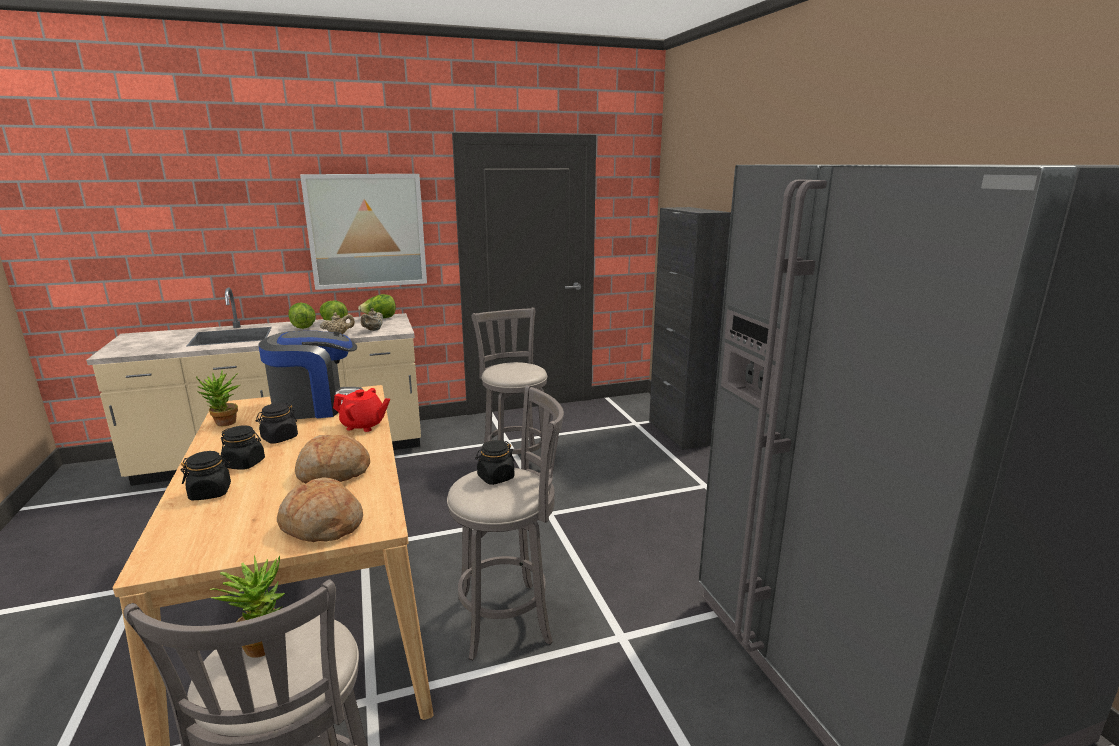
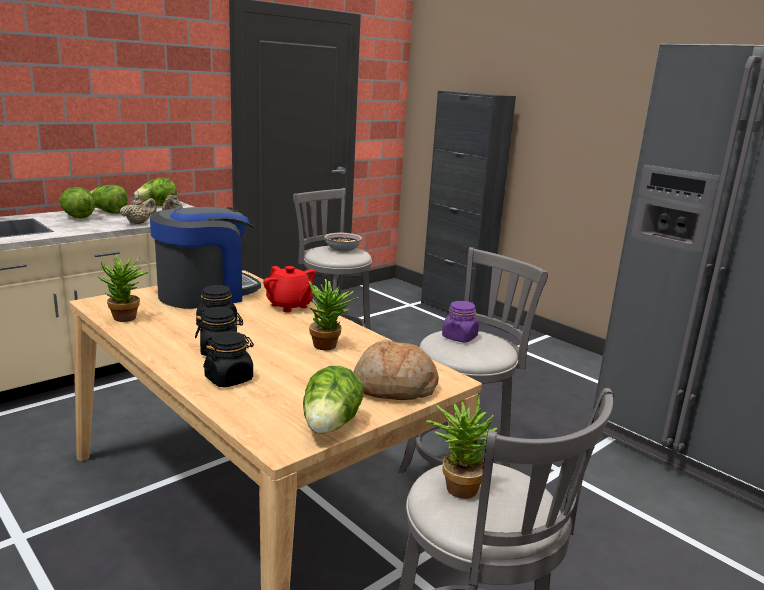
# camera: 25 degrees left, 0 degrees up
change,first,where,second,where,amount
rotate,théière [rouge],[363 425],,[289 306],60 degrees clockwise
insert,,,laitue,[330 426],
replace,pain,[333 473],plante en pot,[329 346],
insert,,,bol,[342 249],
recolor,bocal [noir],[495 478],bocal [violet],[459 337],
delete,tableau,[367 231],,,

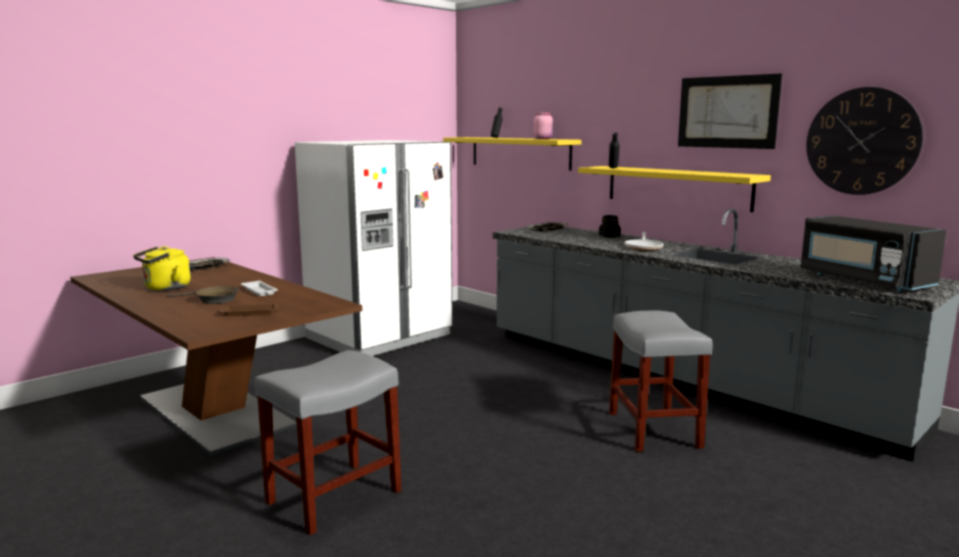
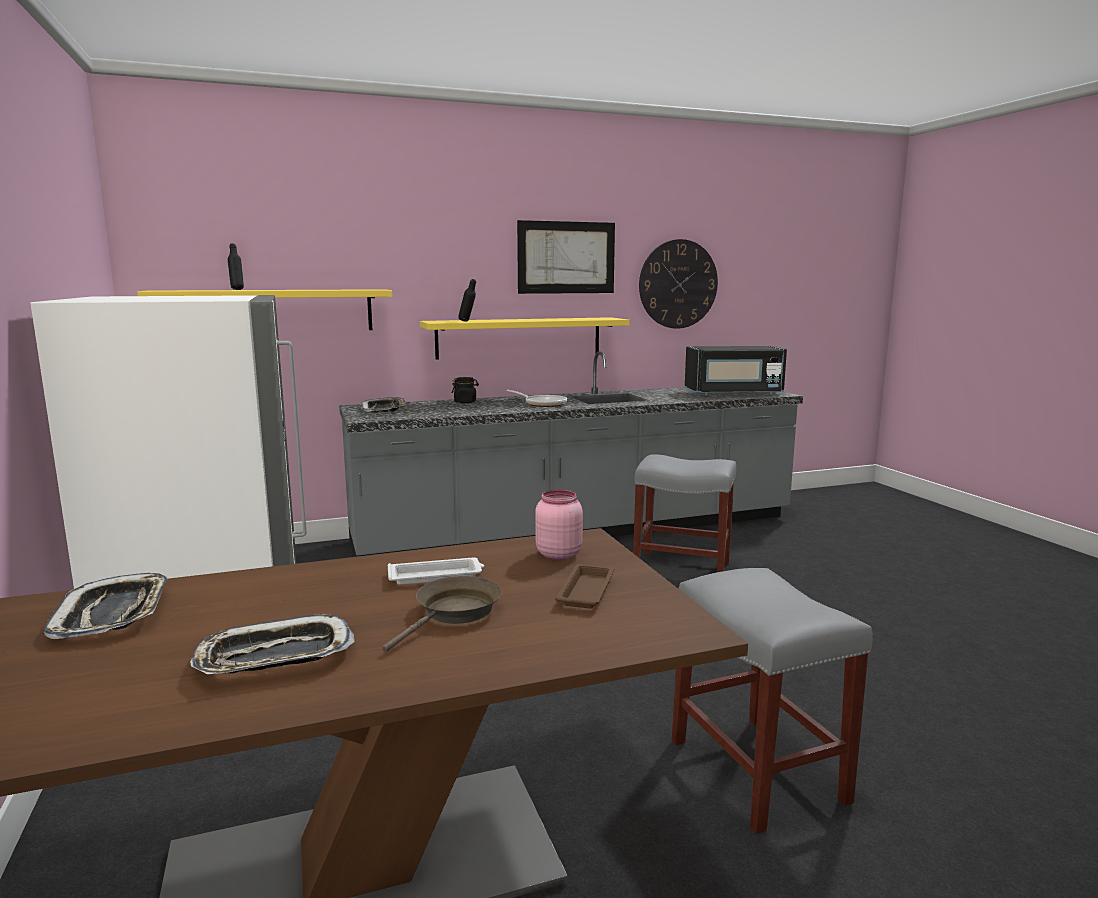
# camera: 65 degrees left, 0 degrees up
change,first,where,second,where,amount
replace,bouilloire [jaune],[165 288],plateau,[274 656],
move,bocal [rose],[543 138],,[558 554],

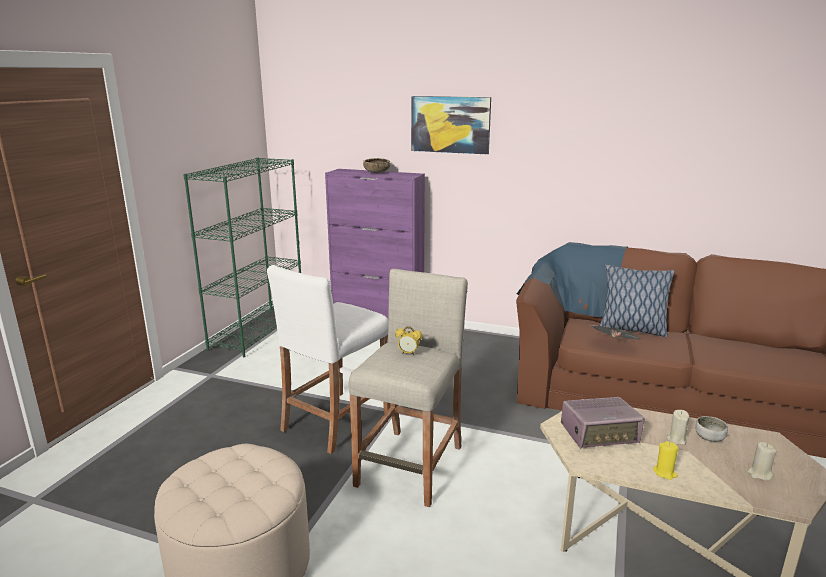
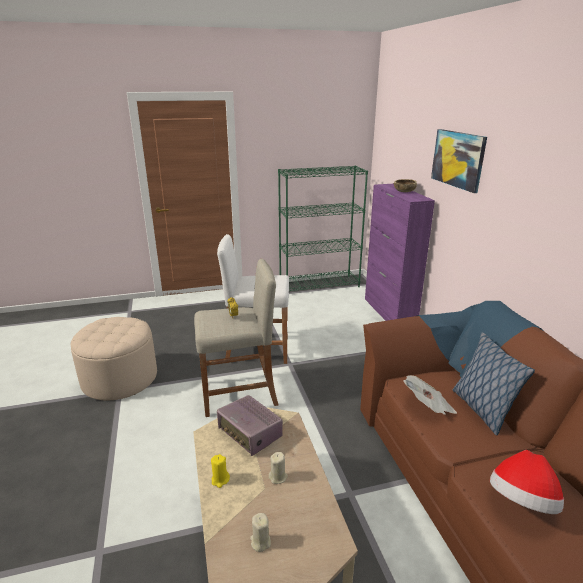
# camera: 55 degrees right, 5 degrees up
change,first,where,second,where,amount
insert,,,chapeau,[522 502],
delete,bol,[709 437],,,

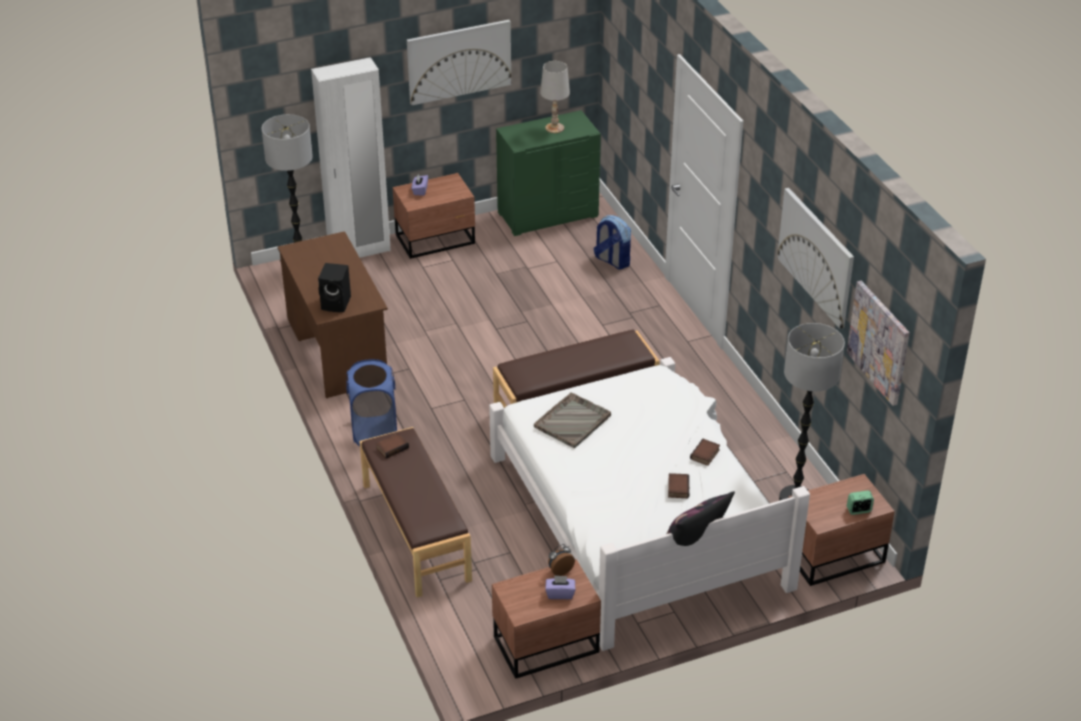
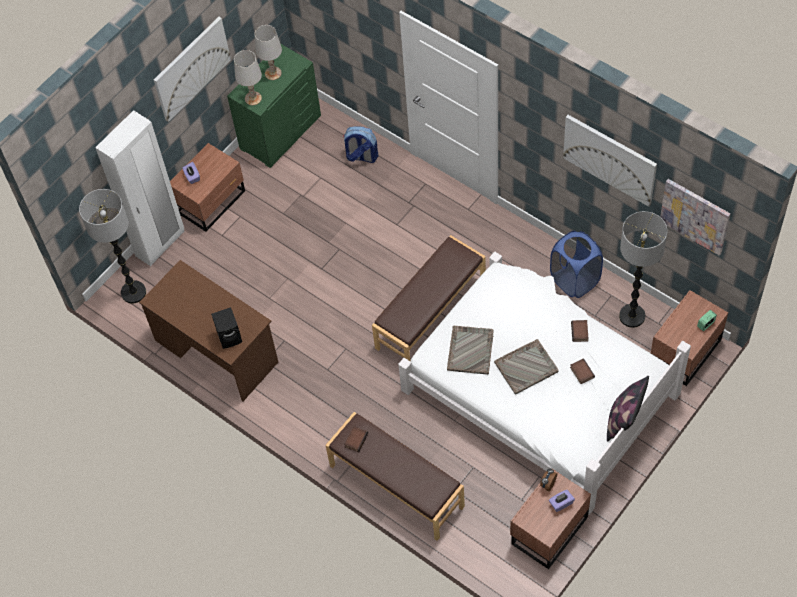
# camera: 25 degrees left, 20 degrees up
change,first,where,second,where,amount
insert,,,lampe de table [blanc],[253 98],
insert,,,plateau [gris],[526 367],
move,panier à linge [bleu],[374 433],,[574 280],

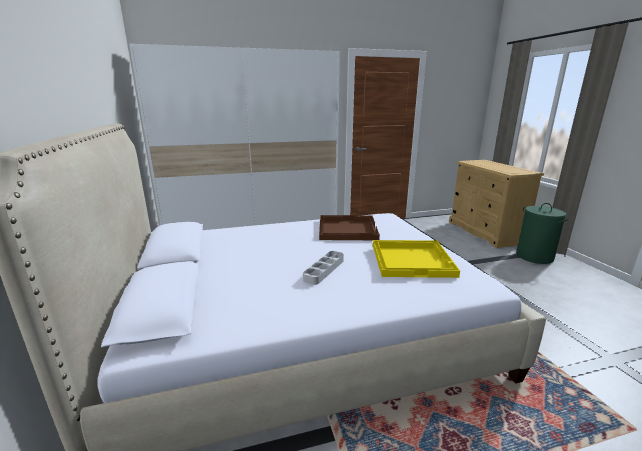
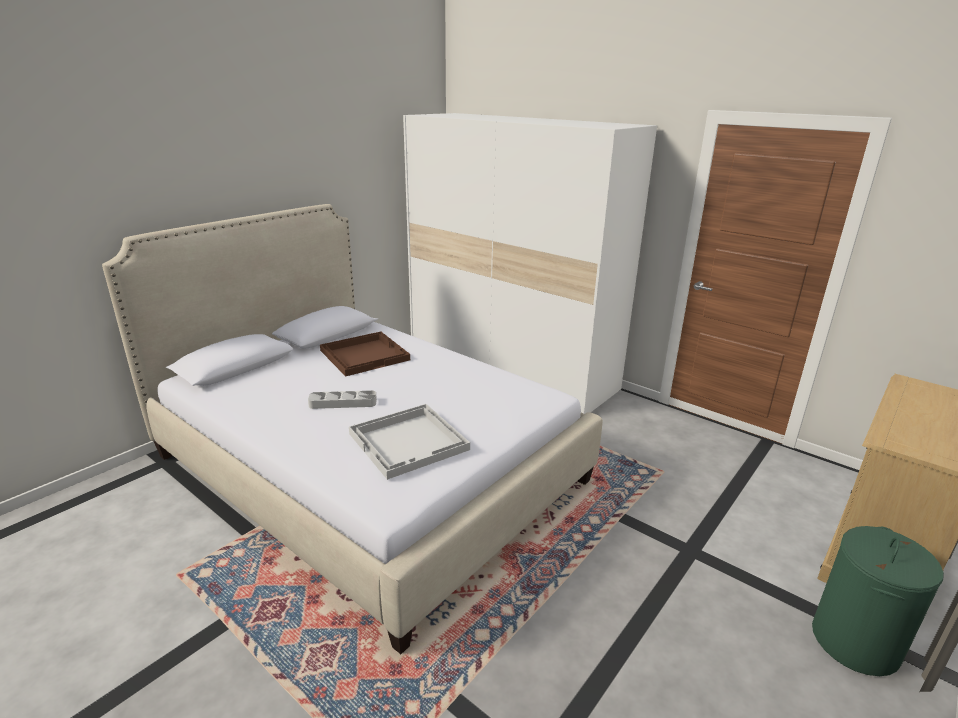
# camera: 55 degrees right, 5 degrees up
change,first,where,second,where,amount
move,plateau [marron],[347 229],,[365 354],
recolor,plateau [jaune],[412 259],plateau [blanc],[409 442],

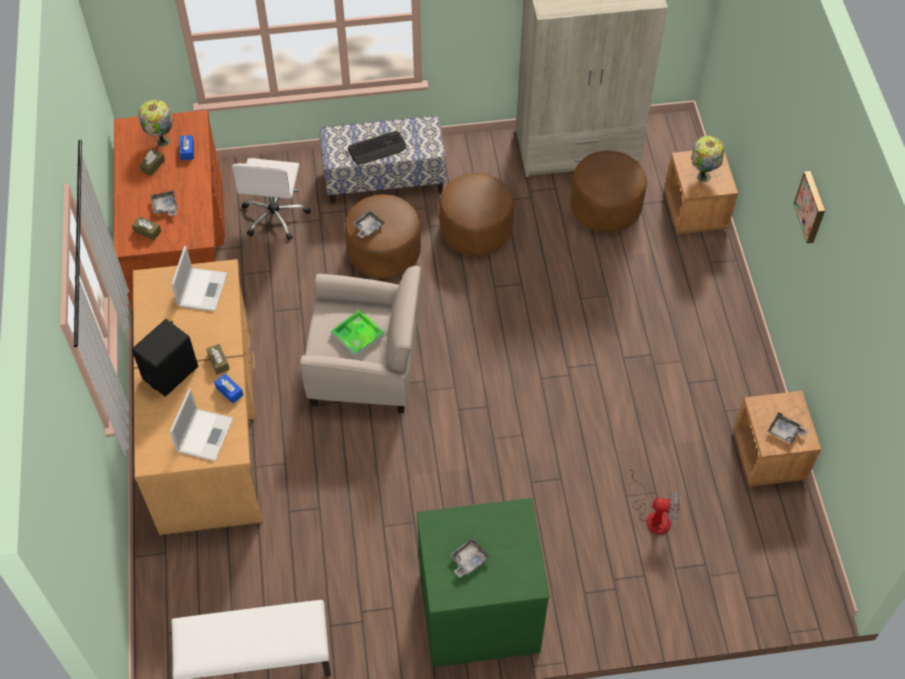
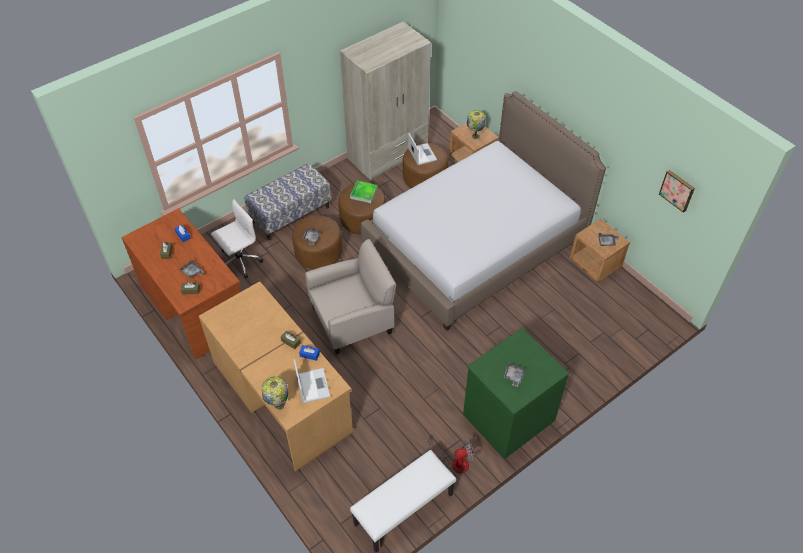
# camera: 30 degrees left, 5 degrees down
change,first,where,second,where,amount
rotate,chaise de bureau [blanc],[275 216],,[239 261],105 degrees counterclockwise
move,lampe de table,[162 141],,[278 404],
move,plateau,[357 335],,[364 193],
insert,,,lit,[475 244],
move,ordinateur portable,[202 289],,[422 154],
move,ventilateur,[653 515],,[454 462],
move,tableau,[811 207],,[677 190],
delete,enceinte [noir],[170 373],,,
delete,clavier,[377 148],,,

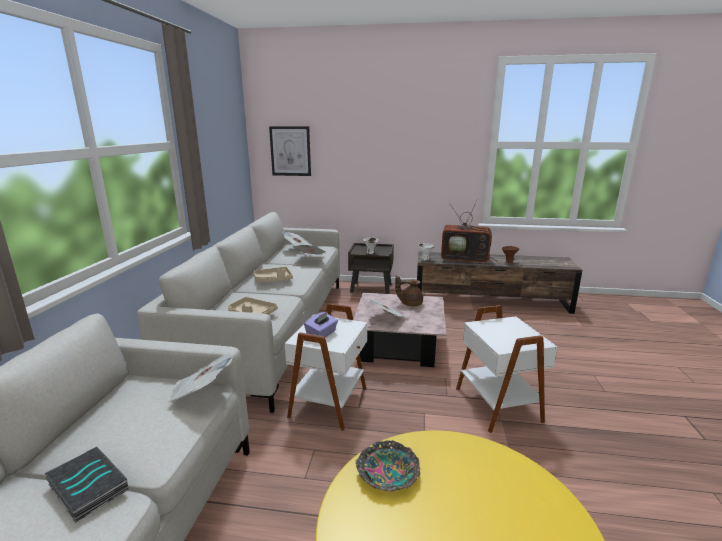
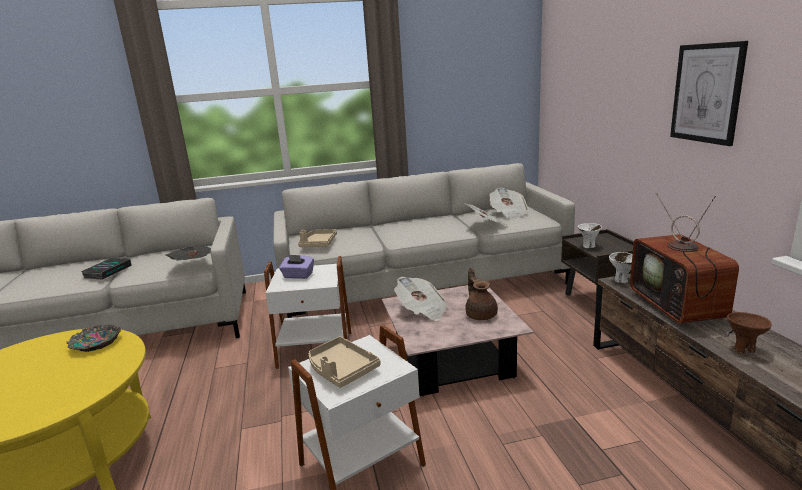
# camera: 70 degrees right, 0 degrees up
change,first,where,second,where,amount
move,plateau [beige],[273 280],,[341 370],
move,tableau,[290 151],,[707 93],

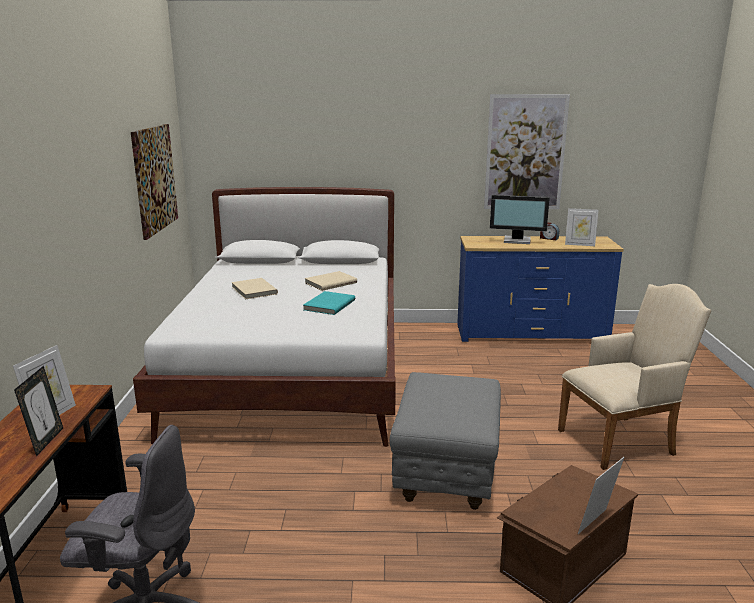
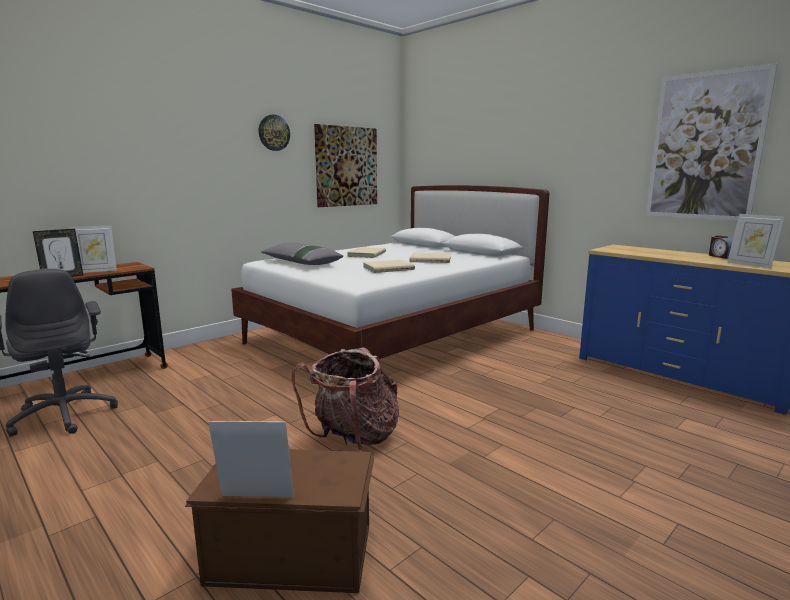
# camera: 45 degrees right, 5 degrees down
change,first,where,second,where,amount
insert,,,horloge murale,[274 132],
insert,,,coussin [gris],[301 262],
replace,pouf [gris],[447 475],sac à dos,[354 437],
recolor,livre [turquoise],[328 305],livre [beige],[388 268],
delete,écran d'ordinateur,[517 240],,,
delete,fauteuil [beige],[621 441],,,

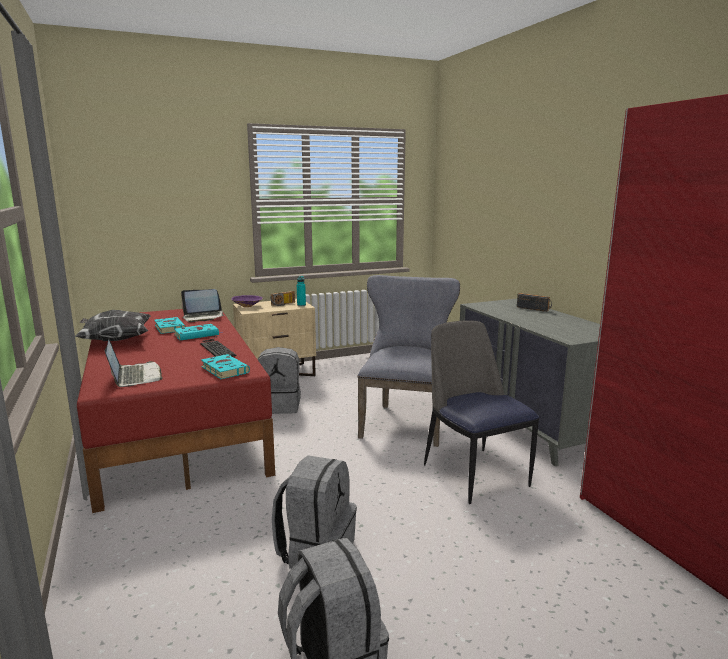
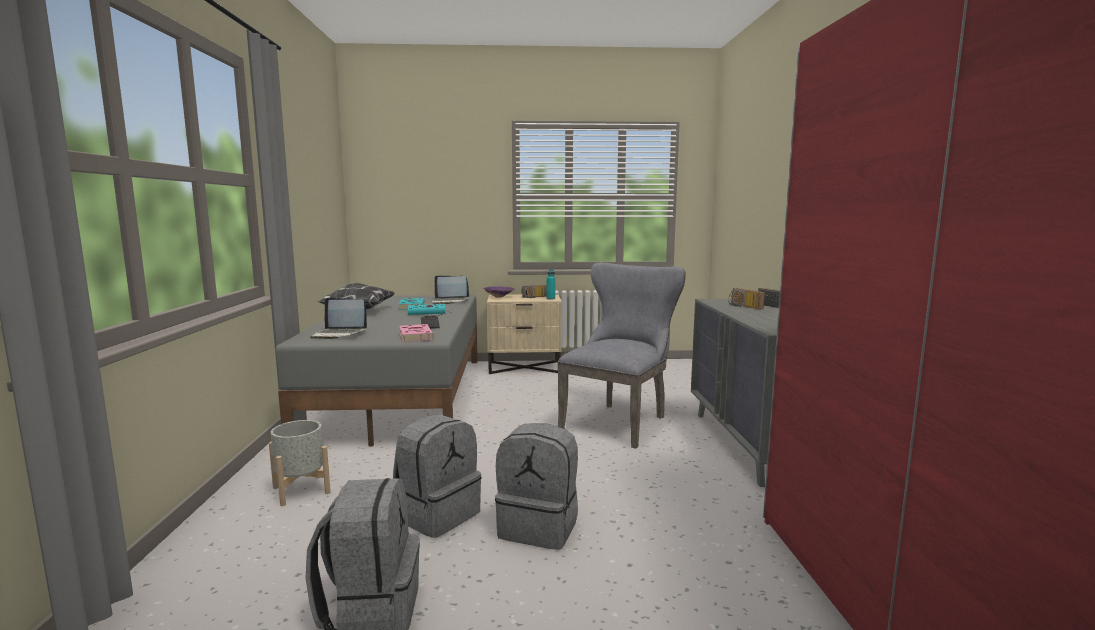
# camera: 20 degrees right, 5 degrees down
change,first,where,second,where,amount
insert,,,cache-pot [gris],[301 490],
recolor,lit [rouge],[177 423],lit [gris],[404 396],
rotate,ordinateur portable,[135 376],,[339 334],105 degrees clockwise
recolor,livre [turquoise],[224 369],livre [rose],[415 336],
move,sac à dos [gris],[280 406],,[539 527],
insert,,,radio,[743 306],
delete,chaise,[474 473],,,

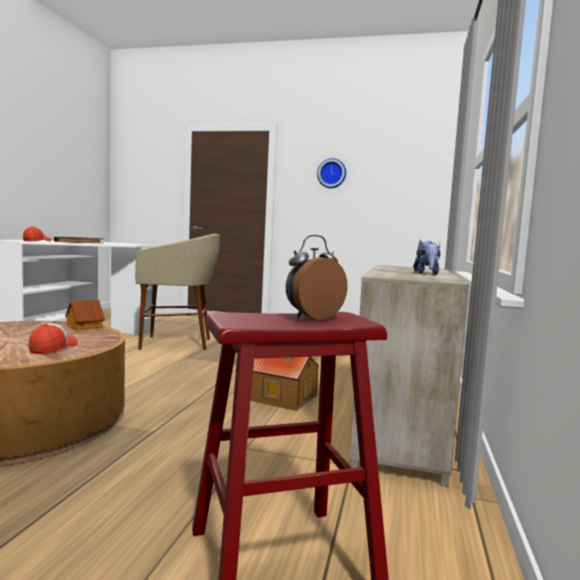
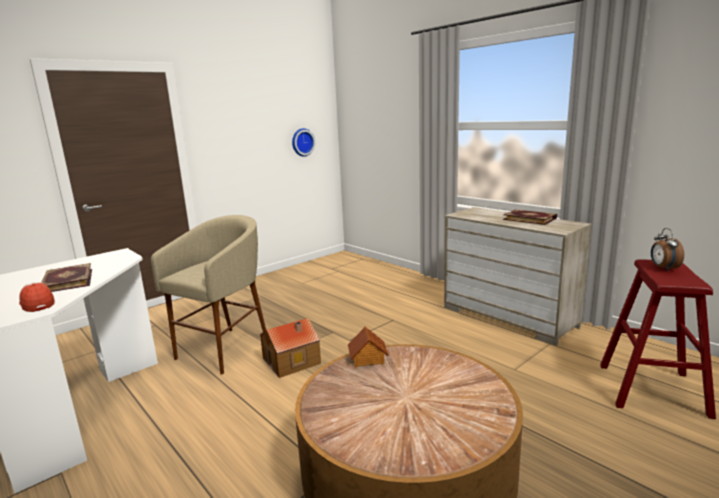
# camera: 55 degrees left, 10 degrees up
change,first,where,second,where,amount
move,maison miniature,[283 398],,[292 361],
move,horloge murale,[332 173],,[302 142],
replace,peluche,[427 274],livre,[530 219],
delete,casquette,[53 348],,,

